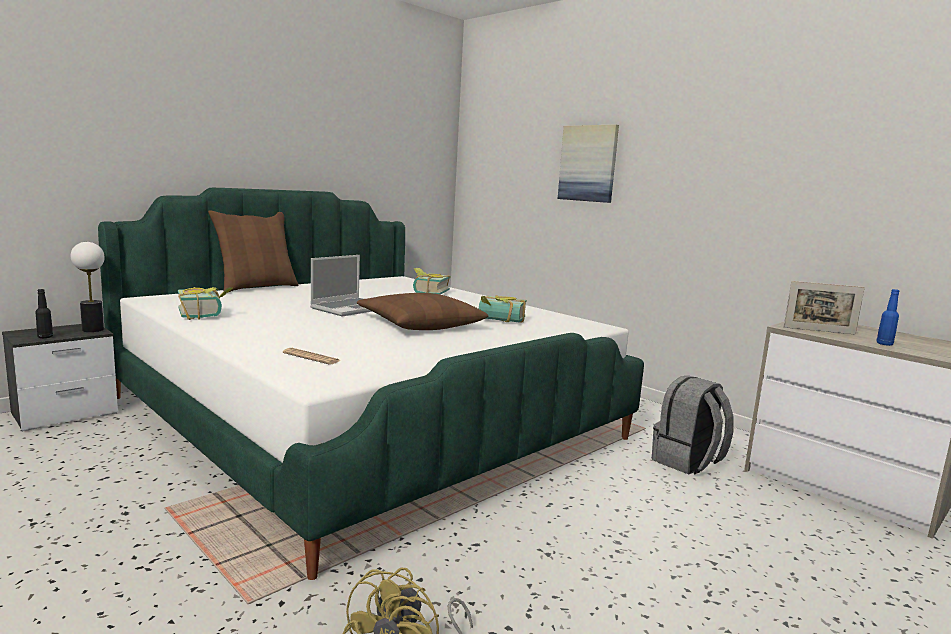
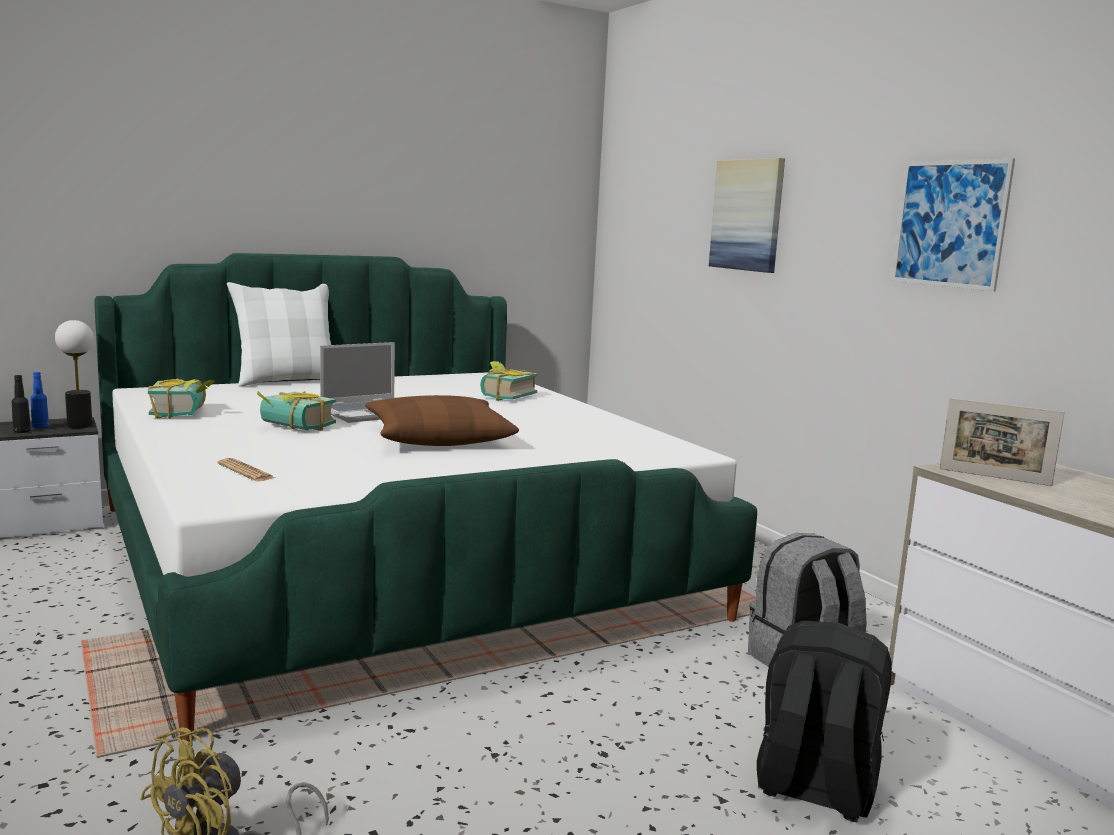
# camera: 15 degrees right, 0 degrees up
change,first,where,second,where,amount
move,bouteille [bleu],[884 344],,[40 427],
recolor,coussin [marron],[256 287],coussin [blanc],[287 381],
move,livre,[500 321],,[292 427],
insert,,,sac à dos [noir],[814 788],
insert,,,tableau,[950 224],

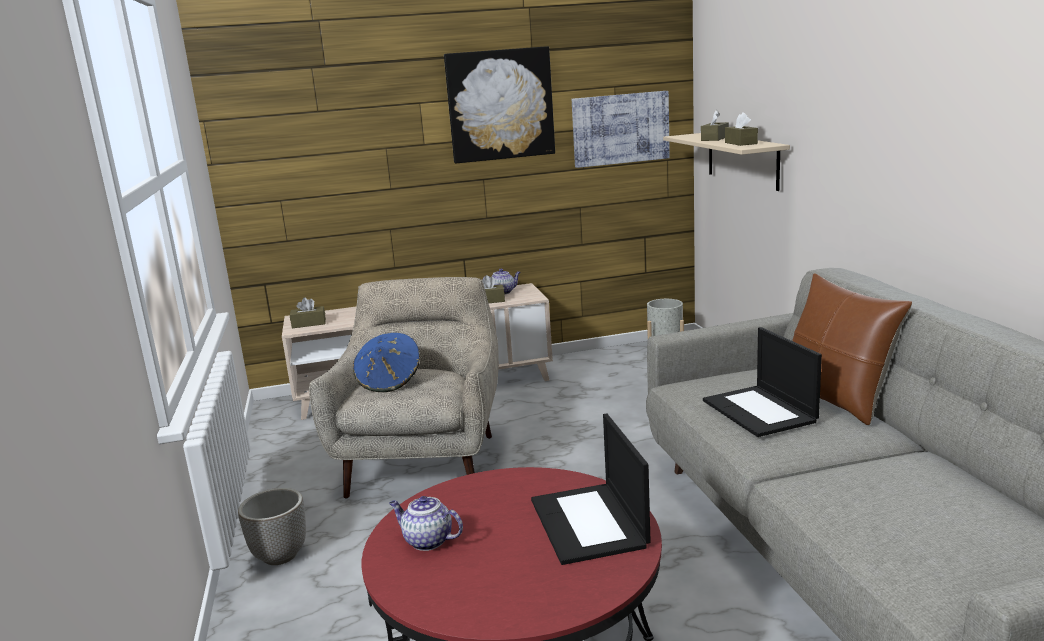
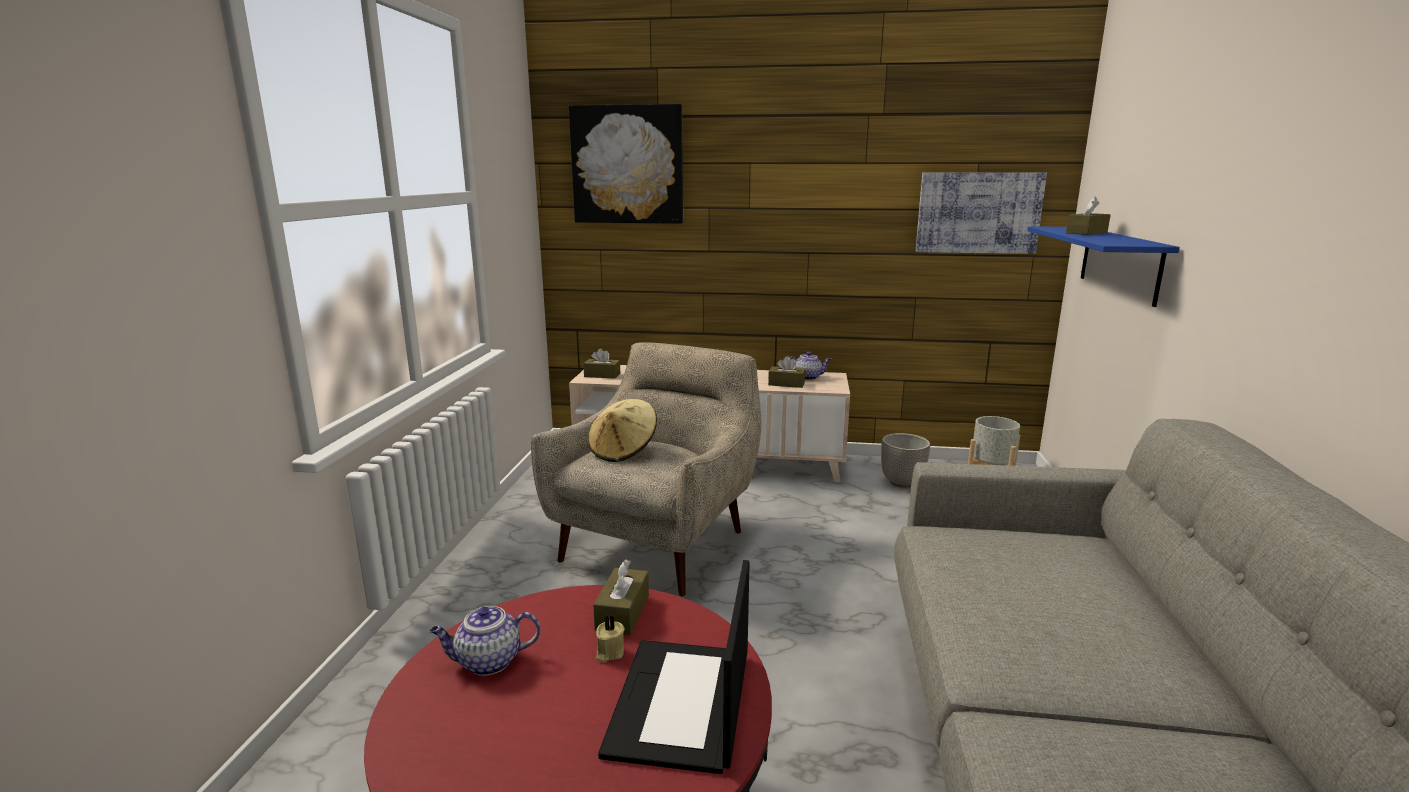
# camera: 20 degrees right, 0 degrees up
change,first,where,second,where,amount
rotate,théière,[427 541],,[488 662],60 degrees counterclockwise
move,tableau,[500 105],,[627 165],
recolor,chapeau [bleu],[389 382],chapeau [beige],[623 451],
move,boîte à mouchoirs [marron],[741 143],,[622 612],
insert,,,bougie [beige],[609 652],
move,cache-pot,[280 556],,[901 483],
recolor,étagère [beige],[742 160],étagère [bleu],[1119 263],
delete,ordinateur portable,[760 411],,,
delete,coussin [marron],[836 398],,,

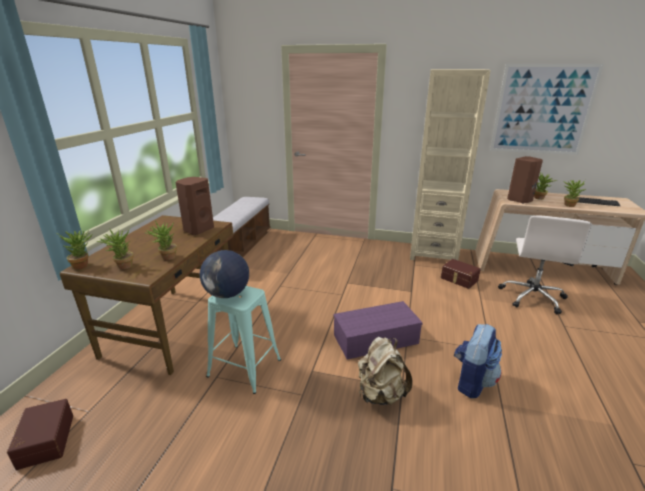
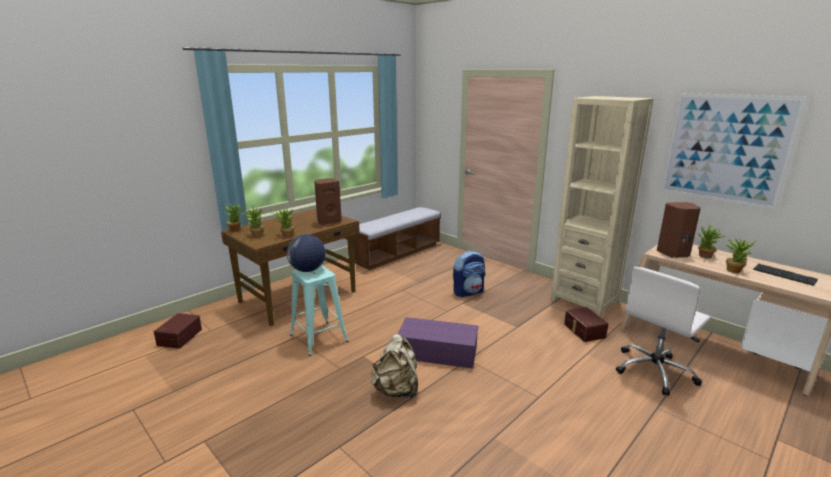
# camera: 30 degrees right, 5 degrees down
change,first,where,second,where,amount
move,sac à dos,[472 381],,[468 292],

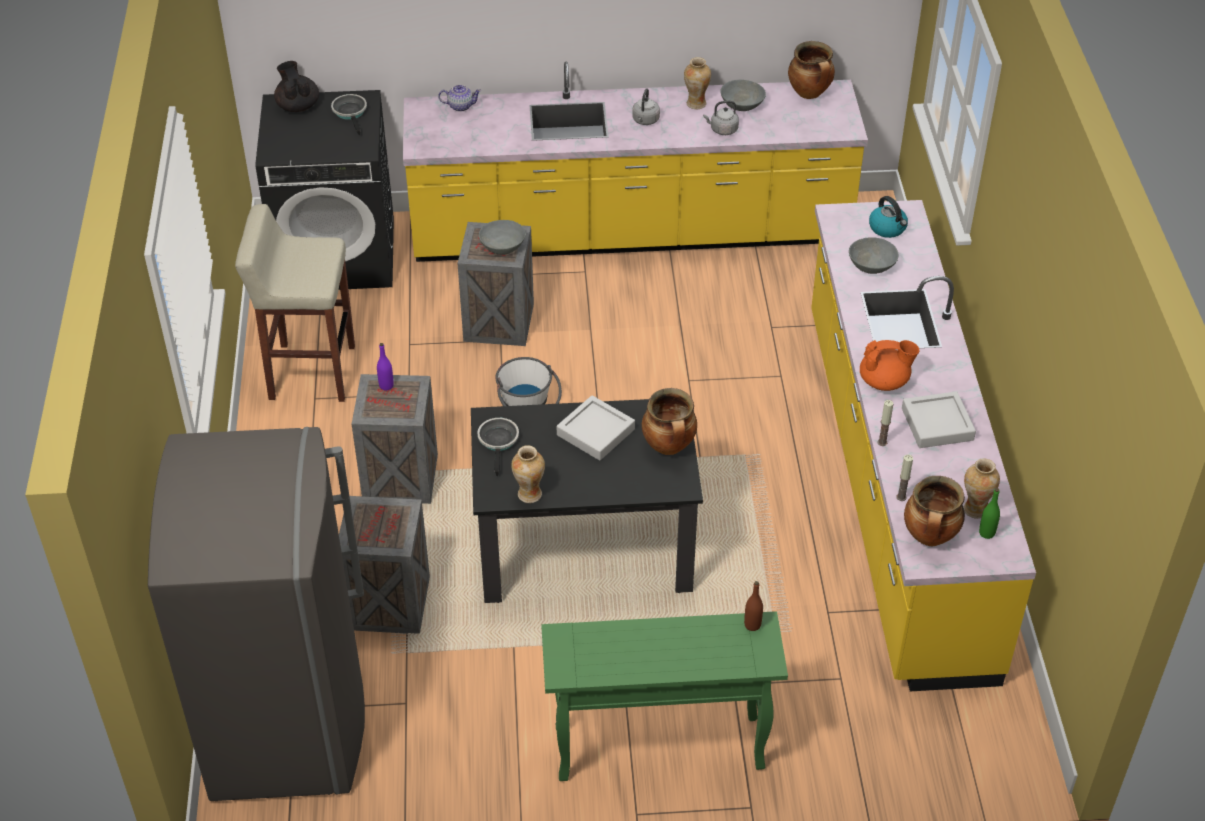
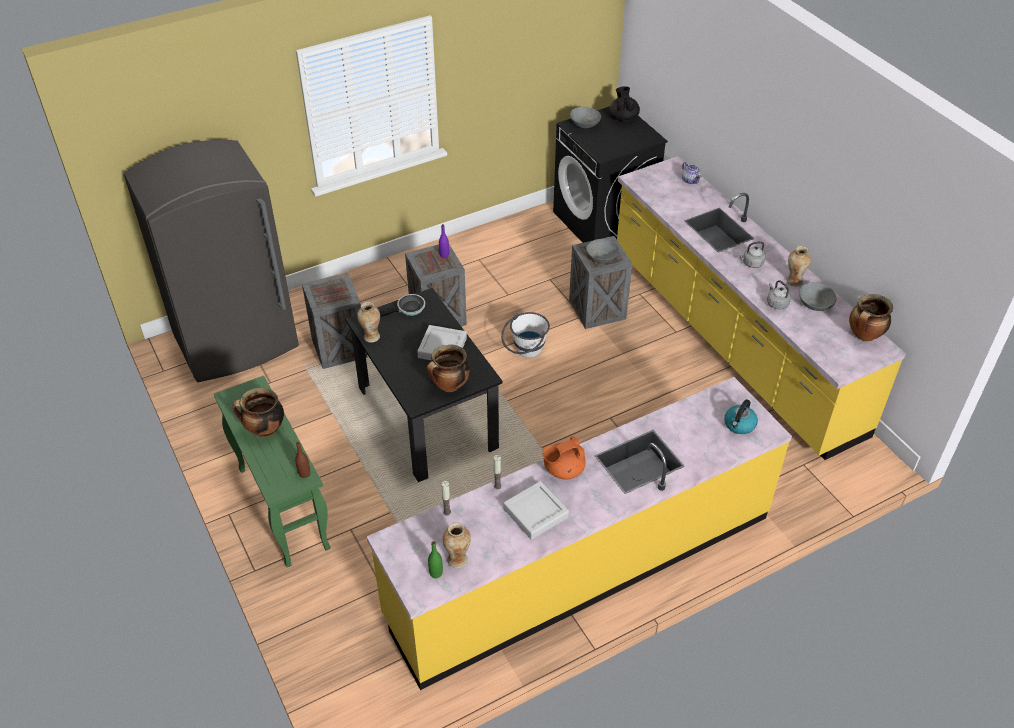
# camera: 65 degrees right, 0 degrees up
change,first,where,second,where,amount
move,marmite,[930 537],,[264 430],
rotate,théière [orange],[884 381],,[563 470],90 degrees clockwise
move,bol [gris],[871 266],,[584 124],
rotate,théière [noir],[298 106],,[623 117],45 degrees counterclockwise
delete,tabouret [beige],[310 372],,,
delete,poêle,[351 113],,,

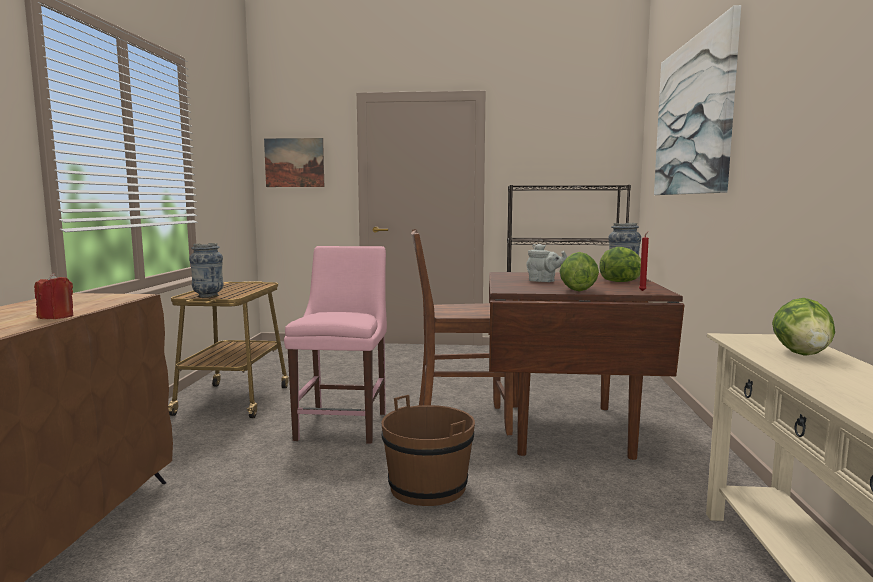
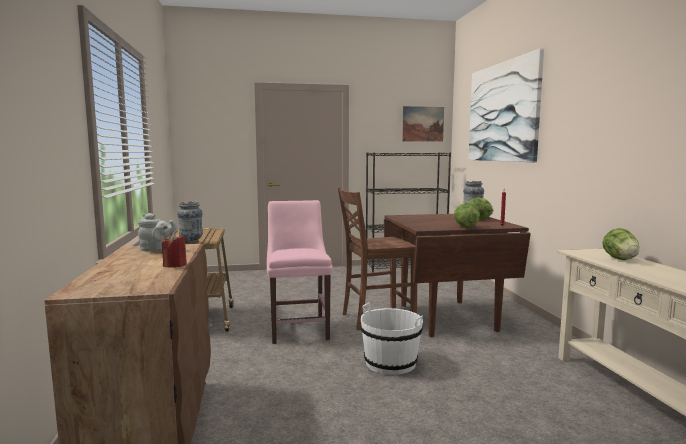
# camera: 15 degrees left, 0 degrees up
change,first,where,second,where,amount
move,théière [gris],[544 281],,[156 250],
recolor,seau [marron],[428 487],seau [blanc],[390 363],
move,tableau,[294 162],,[423 124],

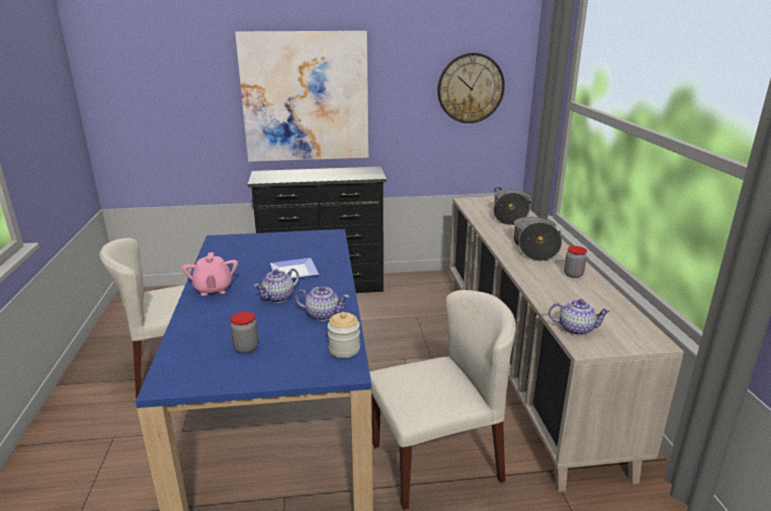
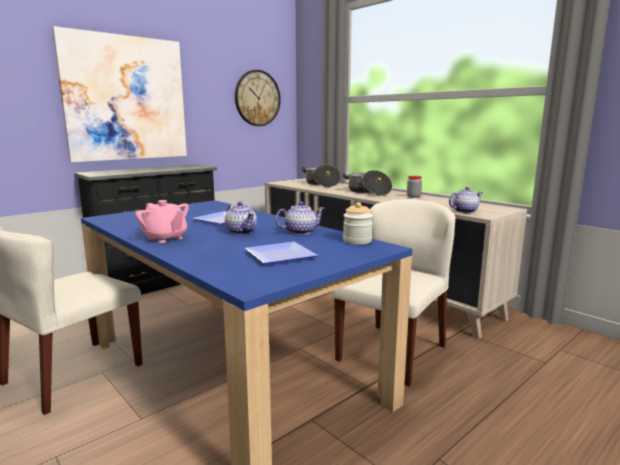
# camera: 35 degrees left, 10 degrees down
change,first,where,second,where,amount
rotate,théière,[278 298],,[241 232],45 degrees counterclockwise
replace,bocal,[246 348],assiette,[277 255],

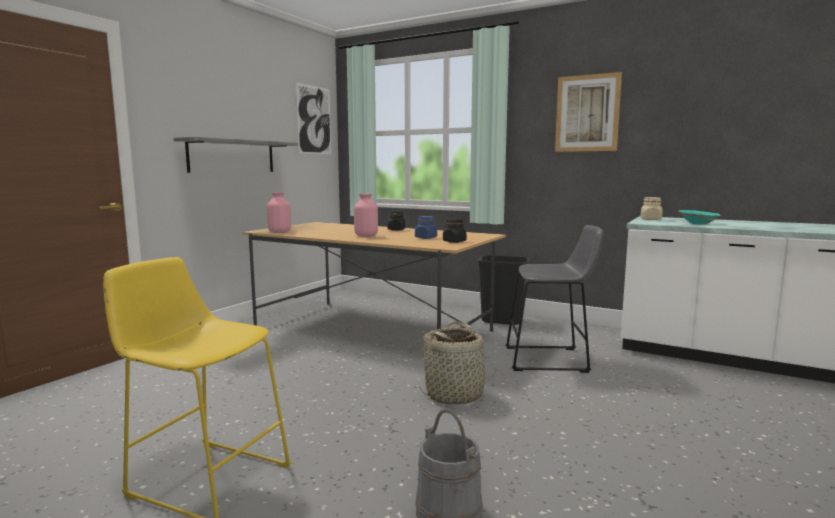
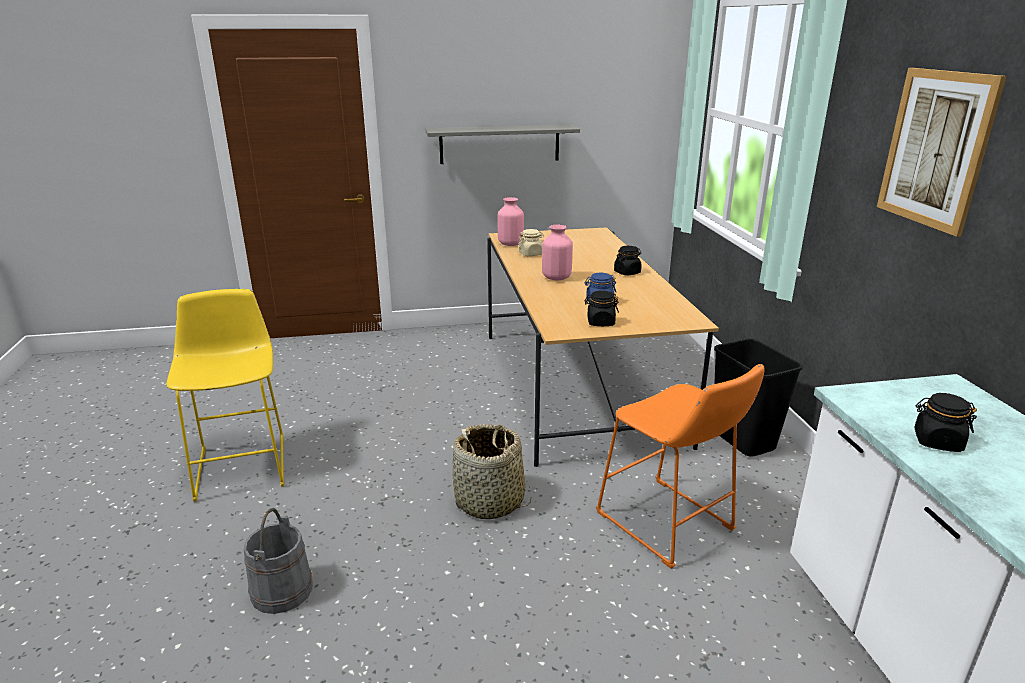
# camera: 50 degrees right, 15 degrees up
change,first,where,second,where,amount
move,bocal [beige],[650 219],,[530 254],
recolor,tabouret [gris],[551 360],tabouret [orange],[669 525],
replace,bol [turquoise],[698 223],bocal [noir],[937 441],
delete,tableau,[314 120],,,

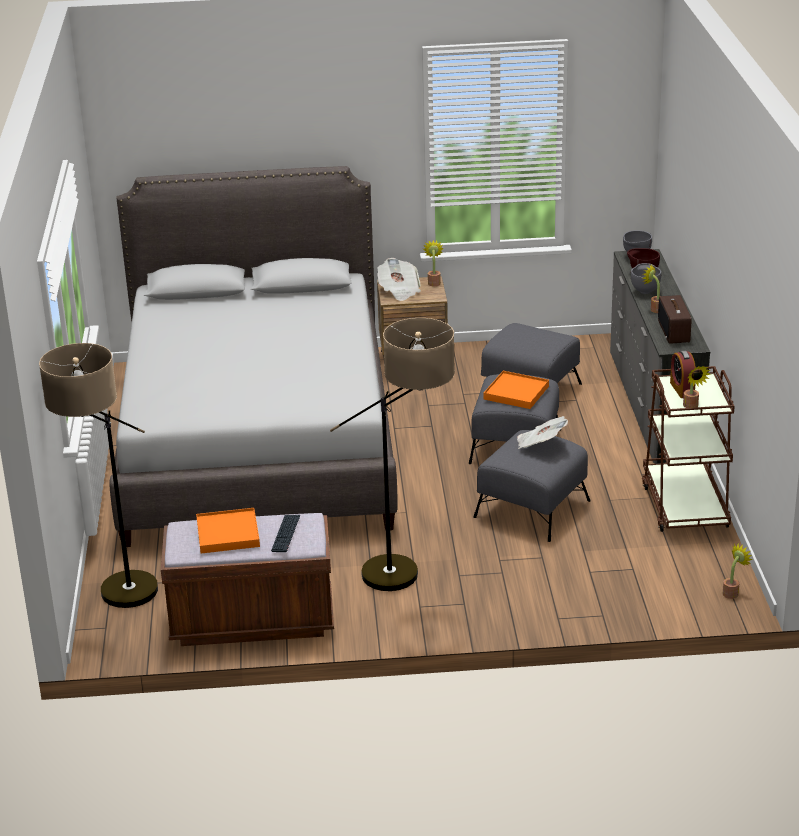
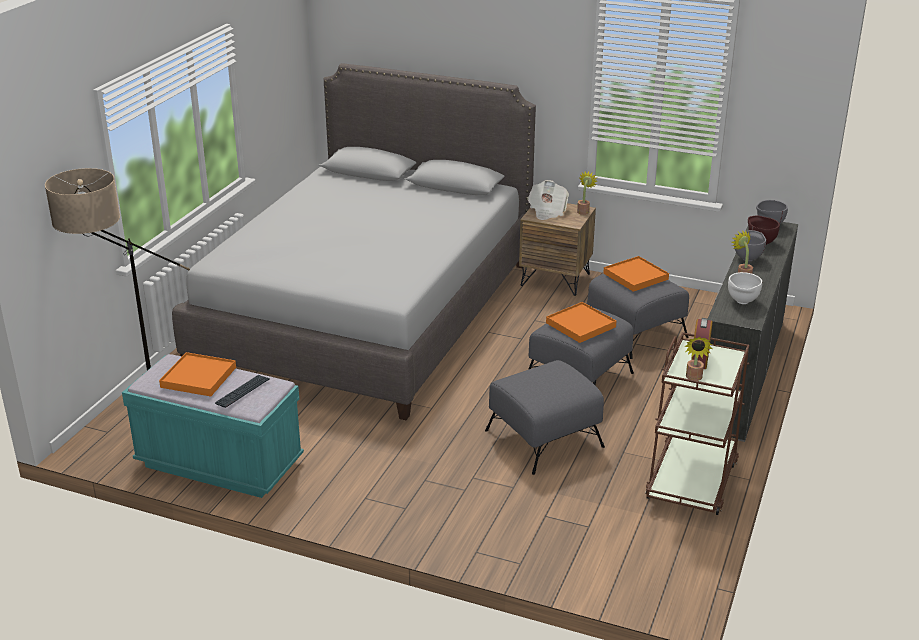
# camera: 25 degrees right, 0 degrees up
change,first,where,second,where,amount
recolor,banc [marron],[252 621],banc [turquoise],[219 464],
insert,,,plateau [orange],[635 276],
replace,radio,[674 332],bol [blanc],[742 302],
delete,lampadaire,[408 582],,,
delete,journal,[540 444],,,
delete,plante en pot,[732 592],,,

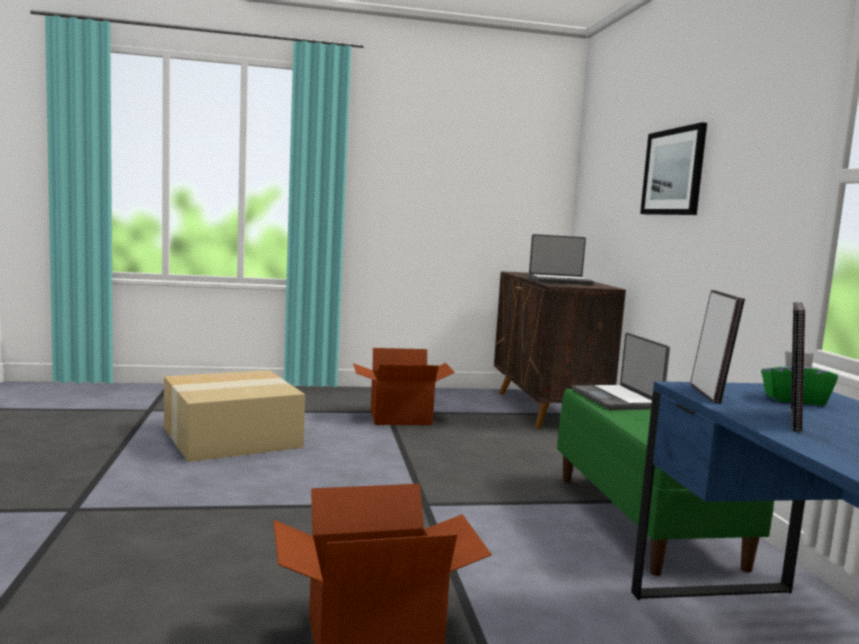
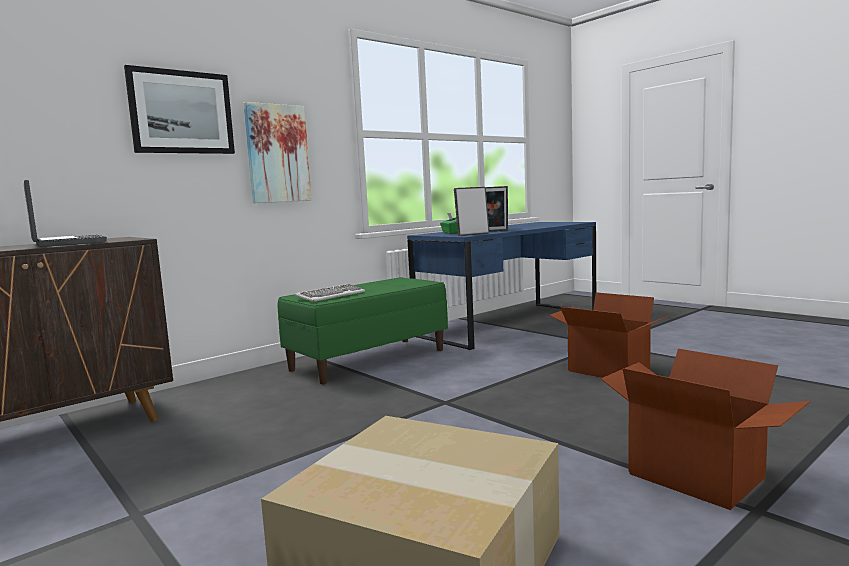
# camera: 120 degrees left, 0 degrees up
change,first,where,second,where,amount
insert,,,tableau,[277 153],
replace,ordinateur portable,[617 399],clavier,[330 296],
move,carton,[400 418],,[697 475],

